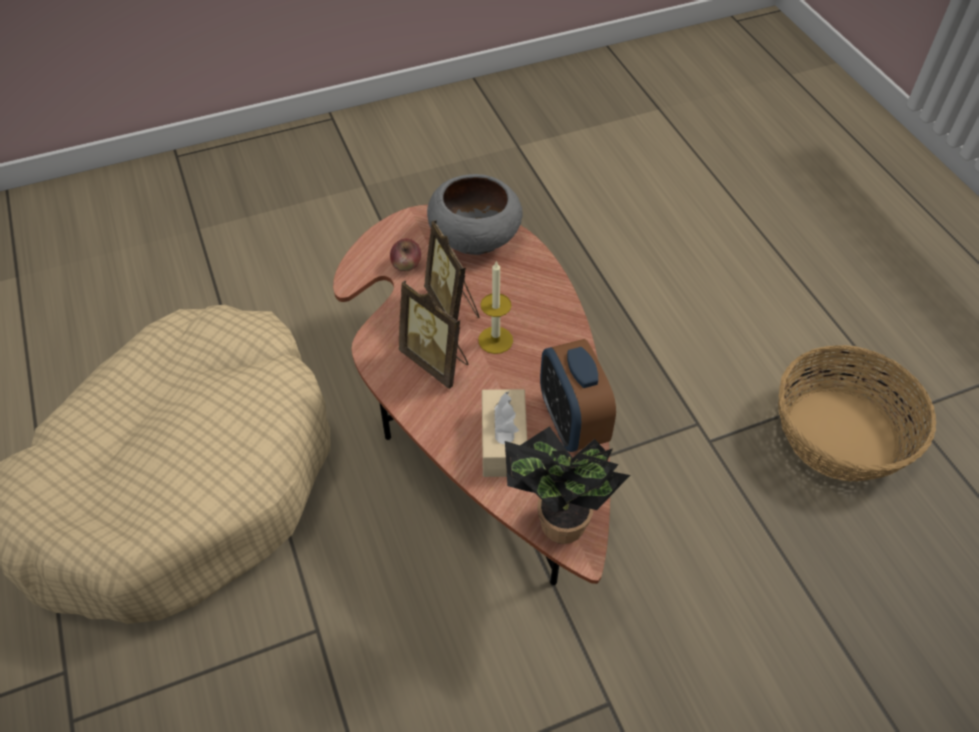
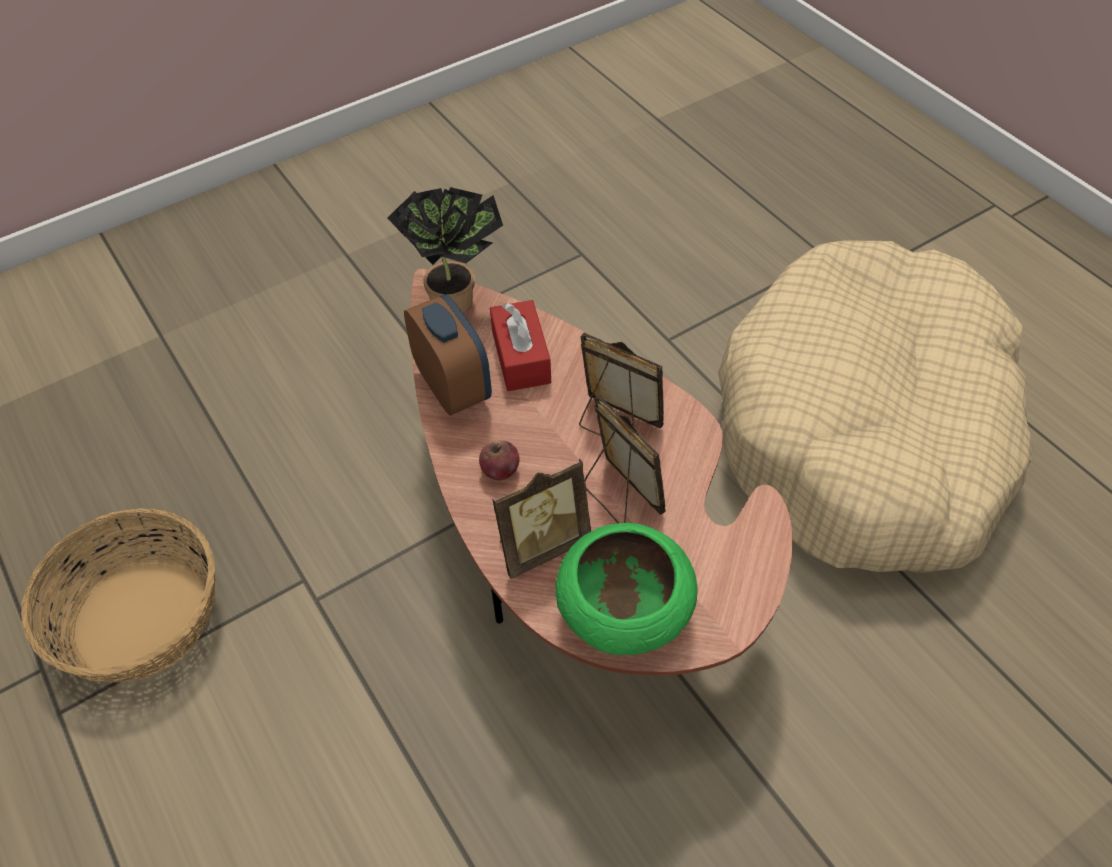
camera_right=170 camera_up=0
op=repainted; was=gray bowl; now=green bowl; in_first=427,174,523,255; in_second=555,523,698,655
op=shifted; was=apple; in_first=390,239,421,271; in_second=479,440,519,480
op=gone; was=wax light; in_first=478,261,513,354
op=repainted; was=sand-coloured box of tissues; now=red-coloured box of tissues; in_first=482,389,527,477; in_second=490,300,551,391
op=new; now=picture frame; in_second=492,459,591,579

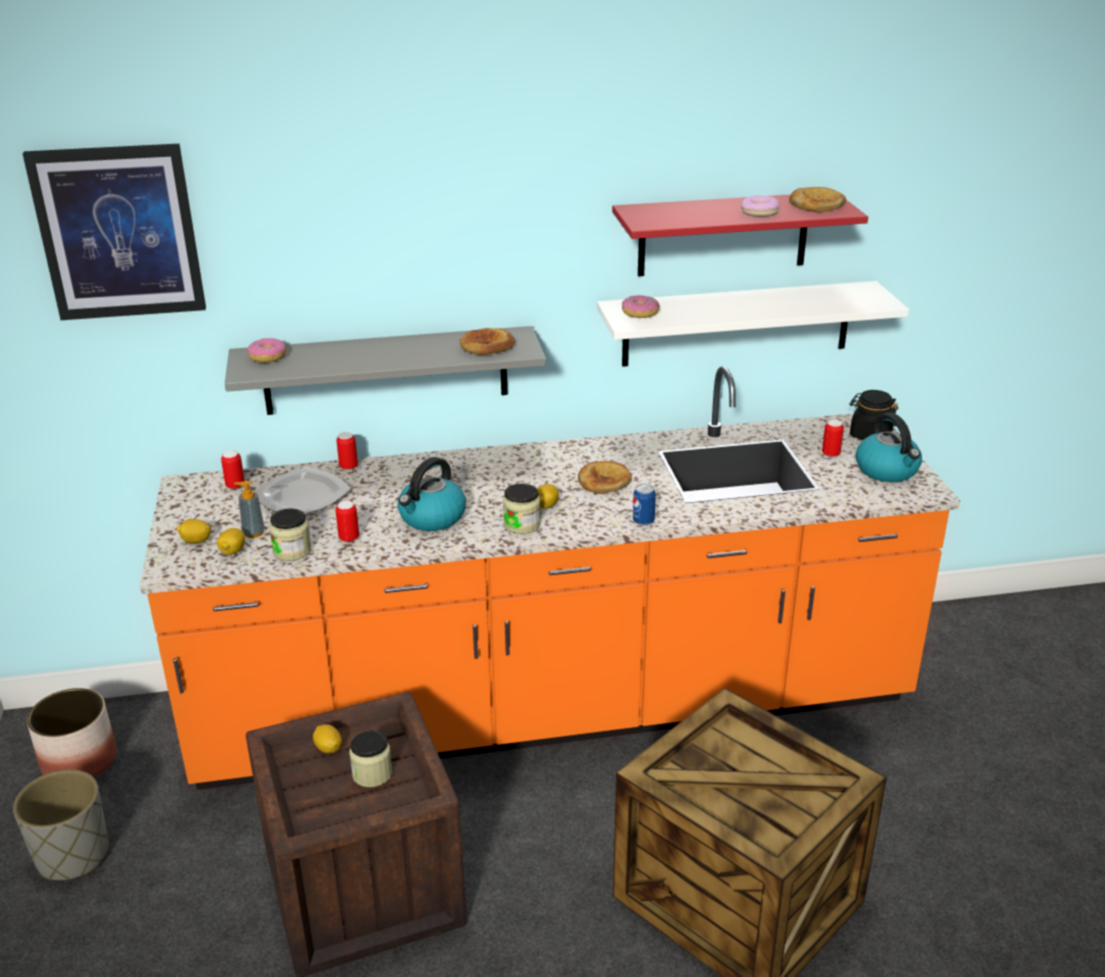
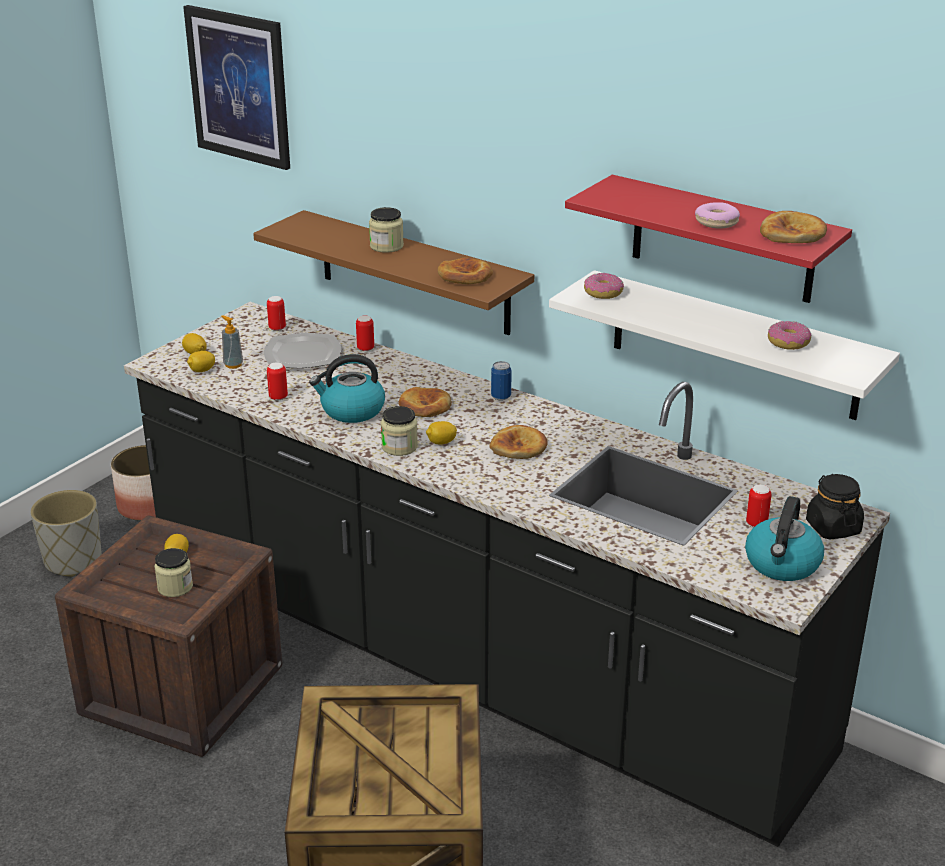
camera_right=45 camera_up=0
op=repainted; was=gray bracket shelf; now=brown-coloured bracket shelf; in_first=225,326,546,415; in_second=253,210,534,335
op=shifted; was=doughnut; in_first=247,338,286,363; in_second=768,321,812,350
op=repainted; was=orangey counter; now=black counter; in_first=140,366,961,790; in_second=124,302,890,847
op=shifted; was=can; in_first=633,484,656,526; in_second=491,361,512,401
op=shifted; was=preserve jar; in_first=269,508,311,561; in_second=369,207,404,253
op=new; now=baked bread; in_second=398,387,452,417

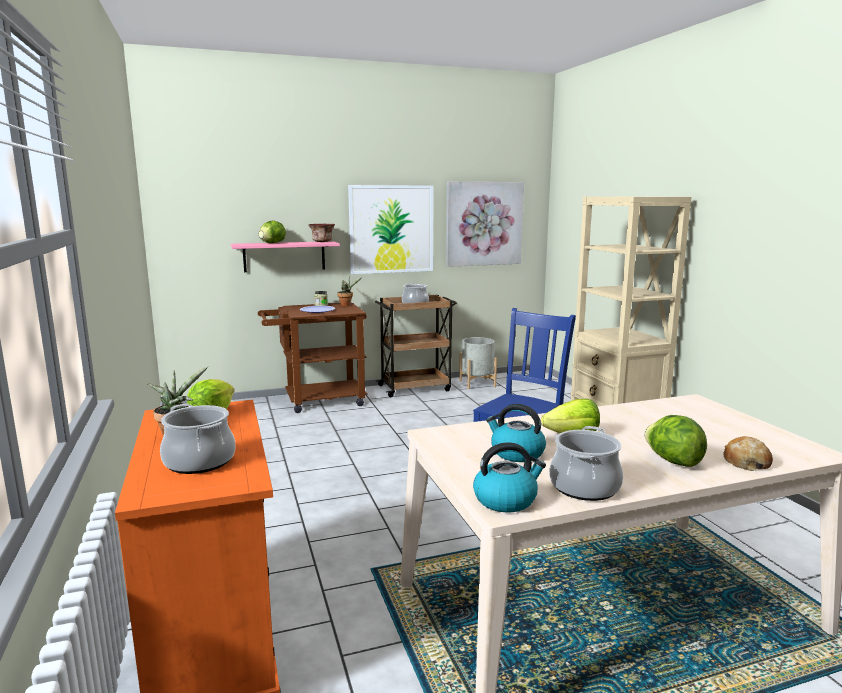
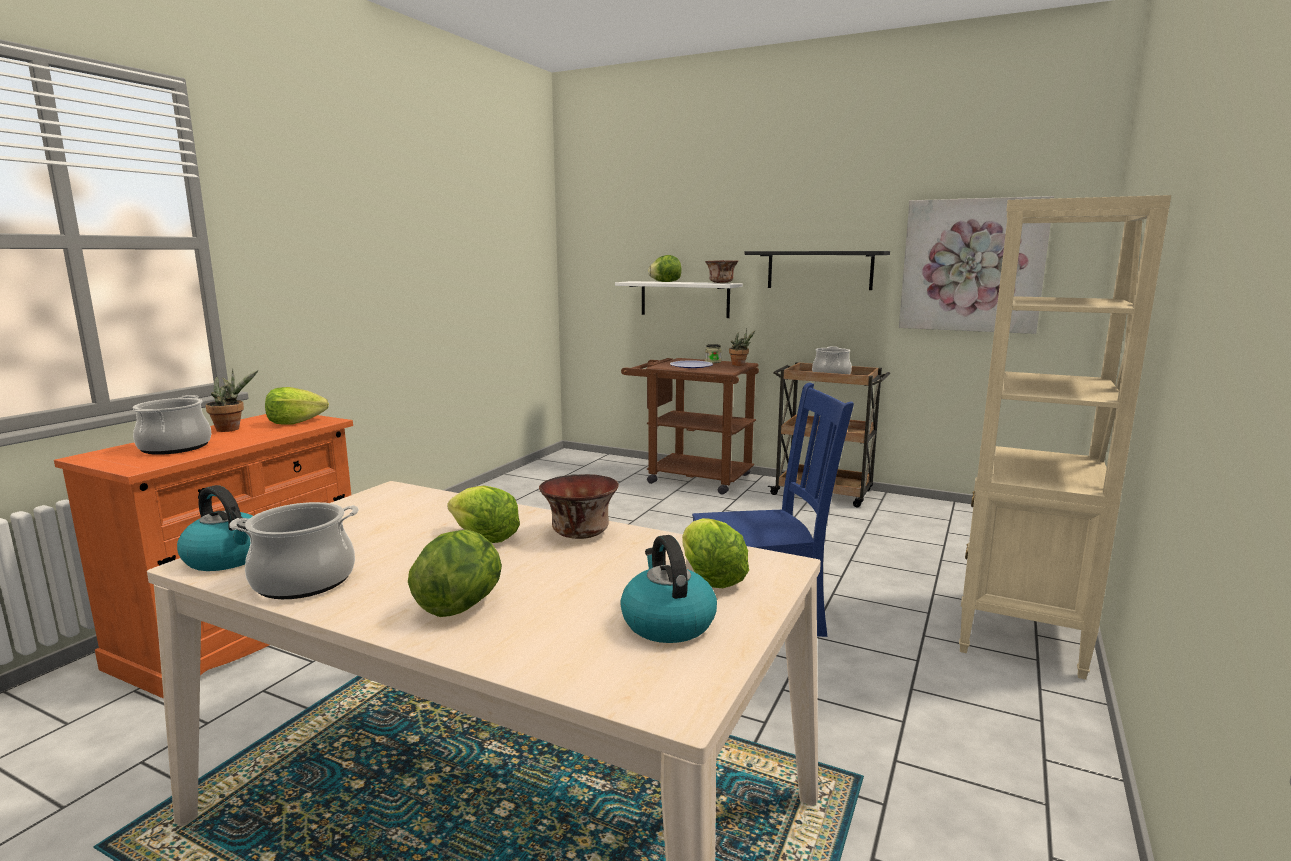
camera_right=45 camera_up=0
op=swapped; was=wall picture; now=black bracket shelf; in_first=348,185,433,274; in_second=744,251,890,290
op=repainted; was=pink-coloured bracket shelf; now=white bracket shelf; in_first=231,241,340,272; in_second=615,281,743,318
op=gone; was=gray flower pot; in_first=459,337,497,389
op=shifted; was=tea kettle; in_first=486,404,546,462; in_second=620,535,717,643
op=gone; was=baked bread; in_first=723,436,773,471
op=new; now=bowl; in_second=539,474,619,539
op=new; now=lettuce head; in_second=682,518,749,588

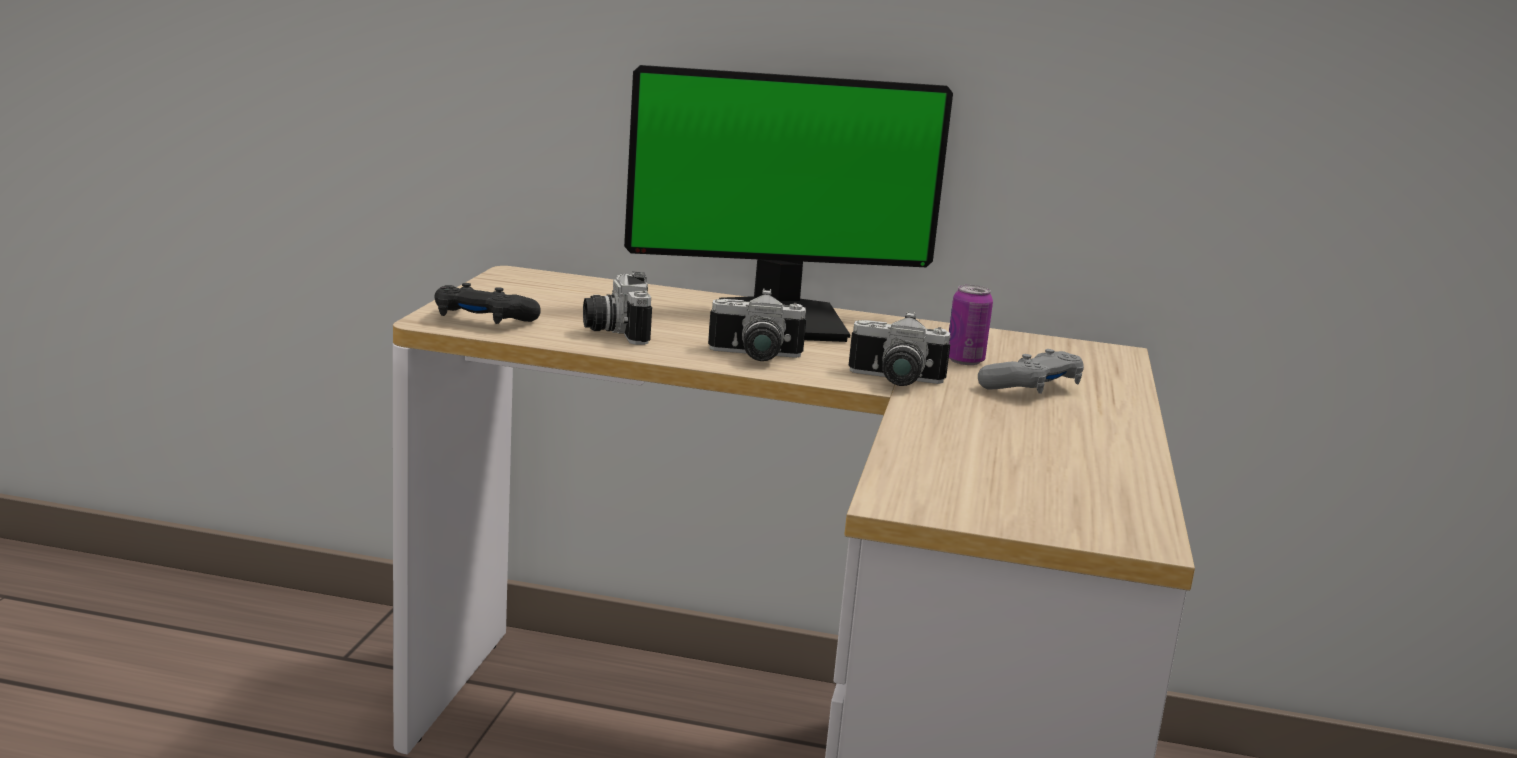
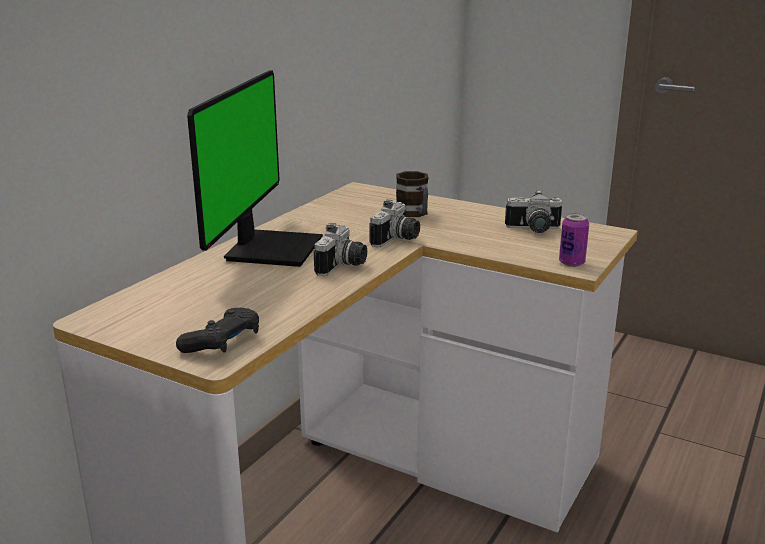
camera_right=-70 camera_up=5
op=shifted; was=still camera; in_first=583,271,652,345; in_second=505,190,562,233
op=shifted; was=can; in_first=949,285,993,365; in_second=559,213,589,267
op=swapped; was=gray gamepad; now=mug; in_first=978,349,1084,394; in_second=396,171,428,217

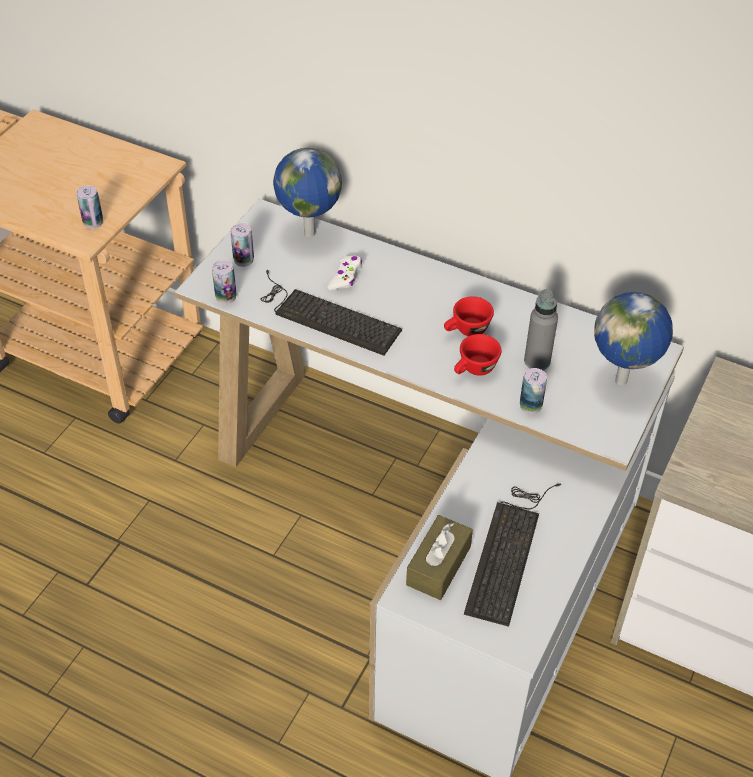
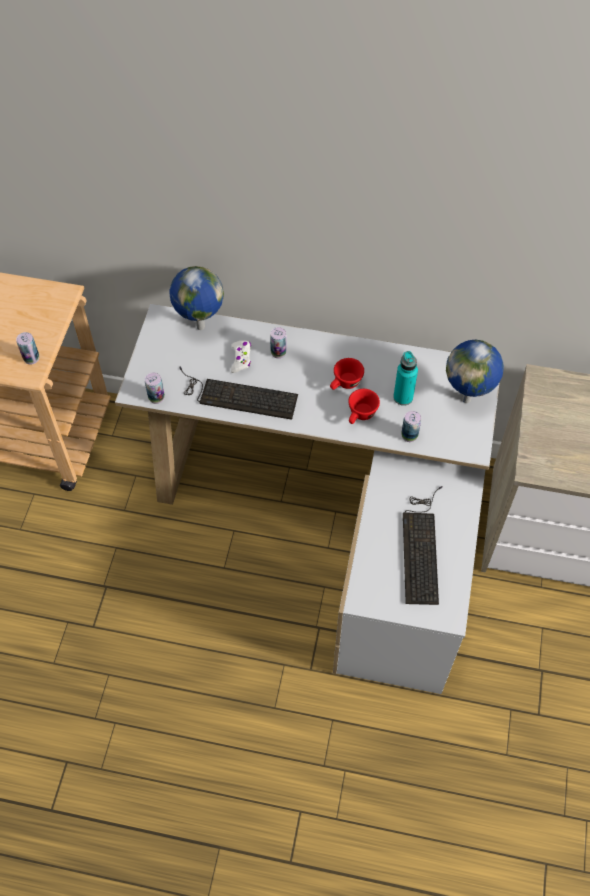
camera_right=-15 camera_up=10
op=shifted; was=can; in_first=231,223,254,267; in_second=270,327,287,359
op=repainted; was=gray beverage bottle; now=blue-green beverage bottle; in_first=524,289,558,370; in_second=393,351,418,406
op=gone; was=brown-coloured box of tissues; in_first=406,515,473,600

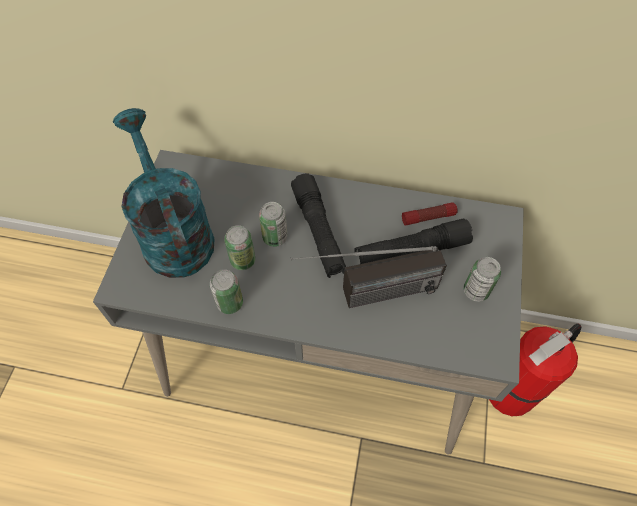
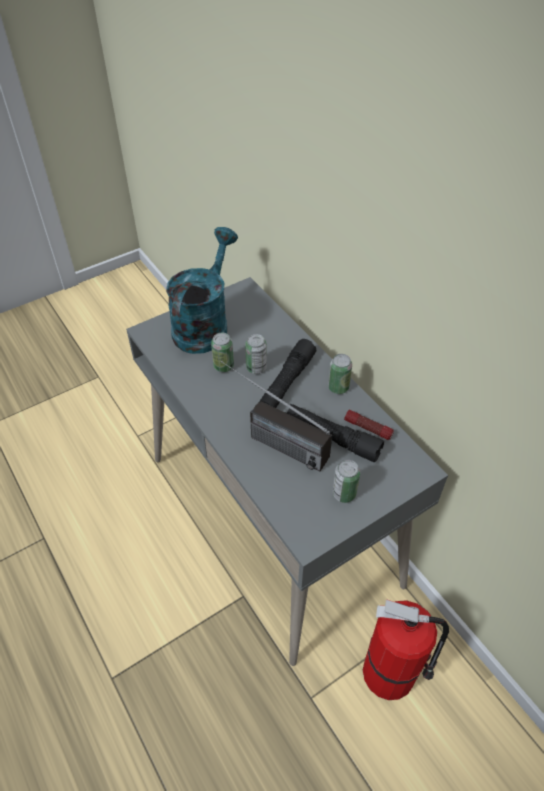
camera_right=45 camera_up=-10
op=shifted; was=can; in_first=210,269,243,314; in_second=328,354,352,394

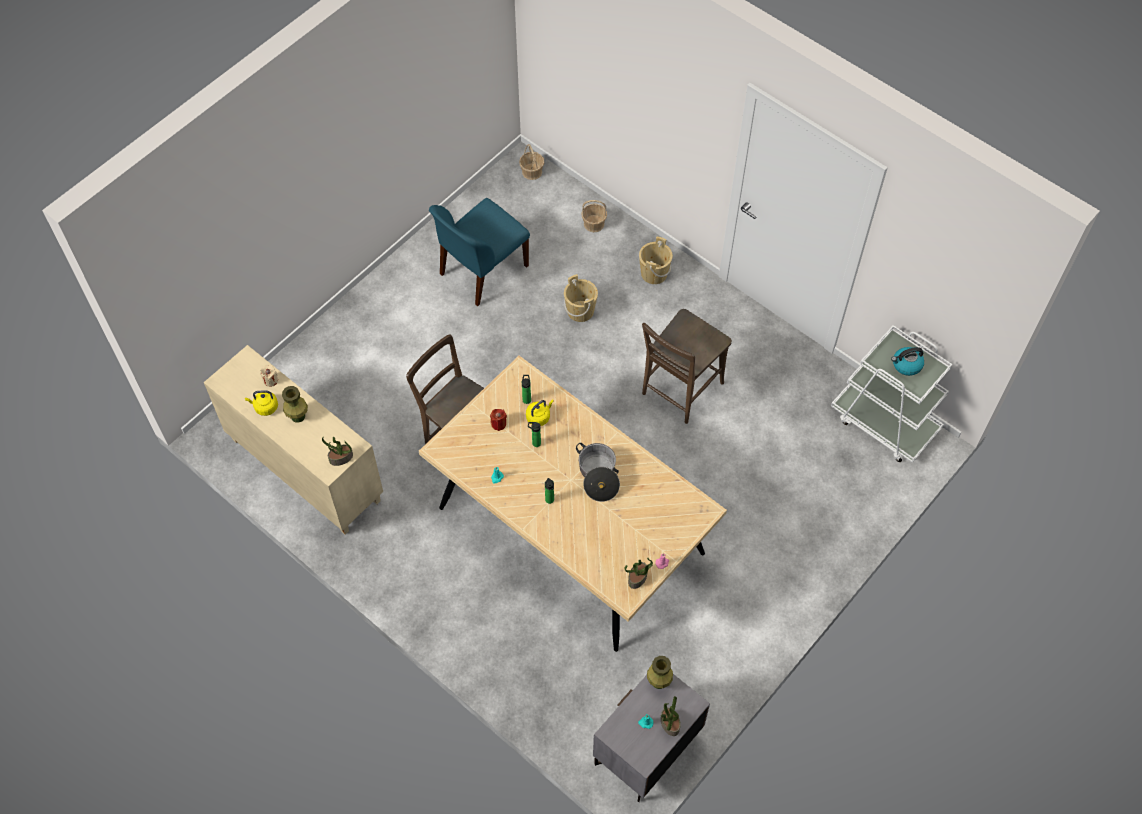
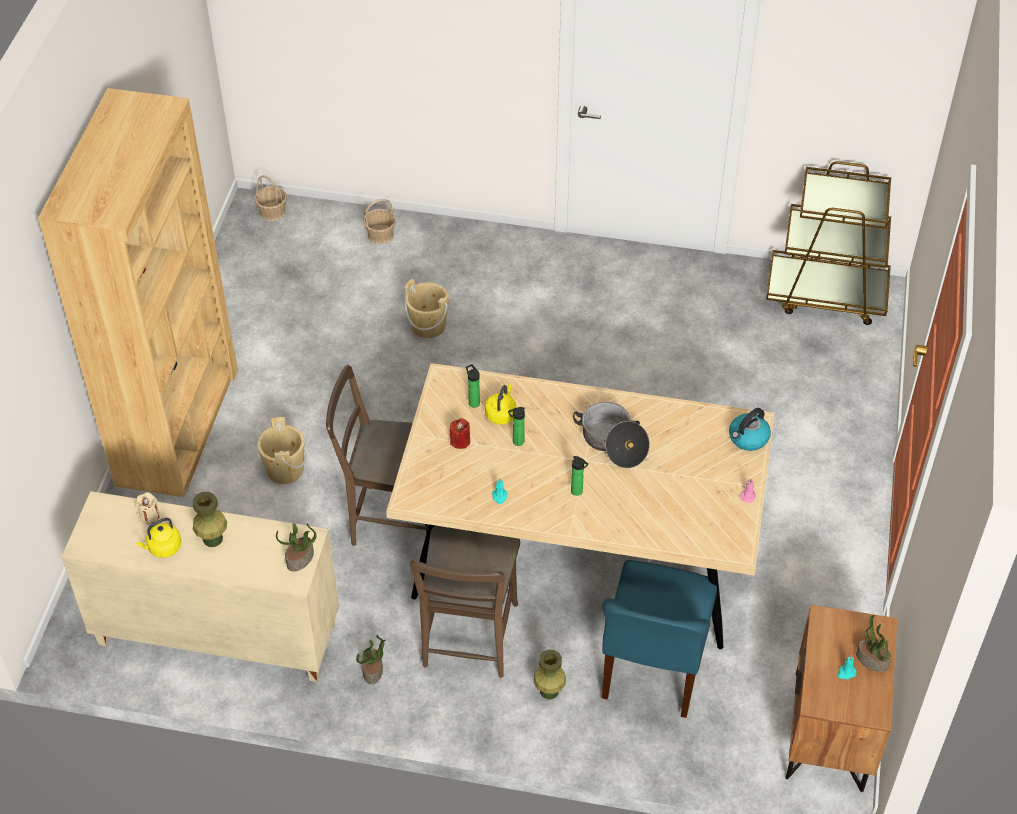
camera_right=-30 camera_up=-10
op=shifted; was=blue-coloured upright chair; in_first=429,198,530,306; in_second=602,560,717,718
op=shifted; was=sand-coloured bucket; in_first=639,236,673,284; in_second=257,417,307,484
op=shifted; was=brown-coloured upright chair; in_first=642,309,732,424; in_second=410,526,520,678
op=repainted; was=white trolley; now=brown-coloured trolley; in_first=831,325,952,463; in_second=766,161,891,325
op=shifted; was=tea kettle; in_first=891,347,924,376; in_second=729,408,771,451
op=shifted; was=houseplant; in_first=624,558,653,589; in_second=356,635,386,684
op=shifted; was=green flower vase; in_first=647,656,673,689; in_second=534,649,566,699
op=repainted; was=gray nightstand; now=brown-coloured nightstand; in_first=593,674,710,802; in_second=785,605,897,792
op=new; now=brown-coloured bookshelf; in_second=38,88,238,497

